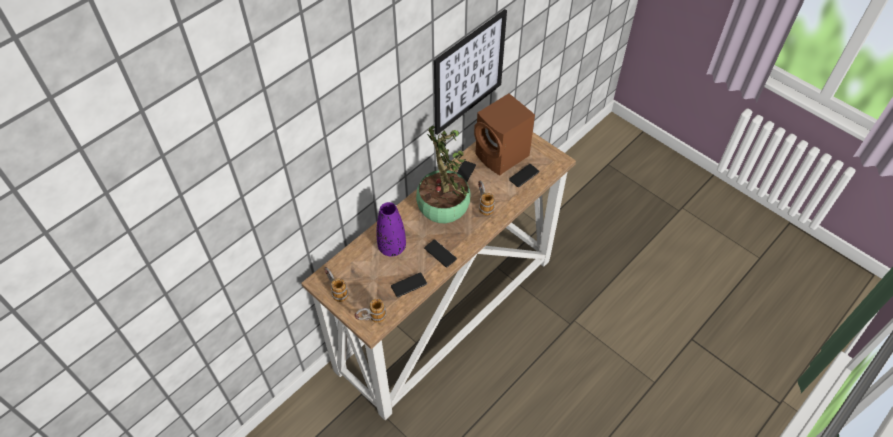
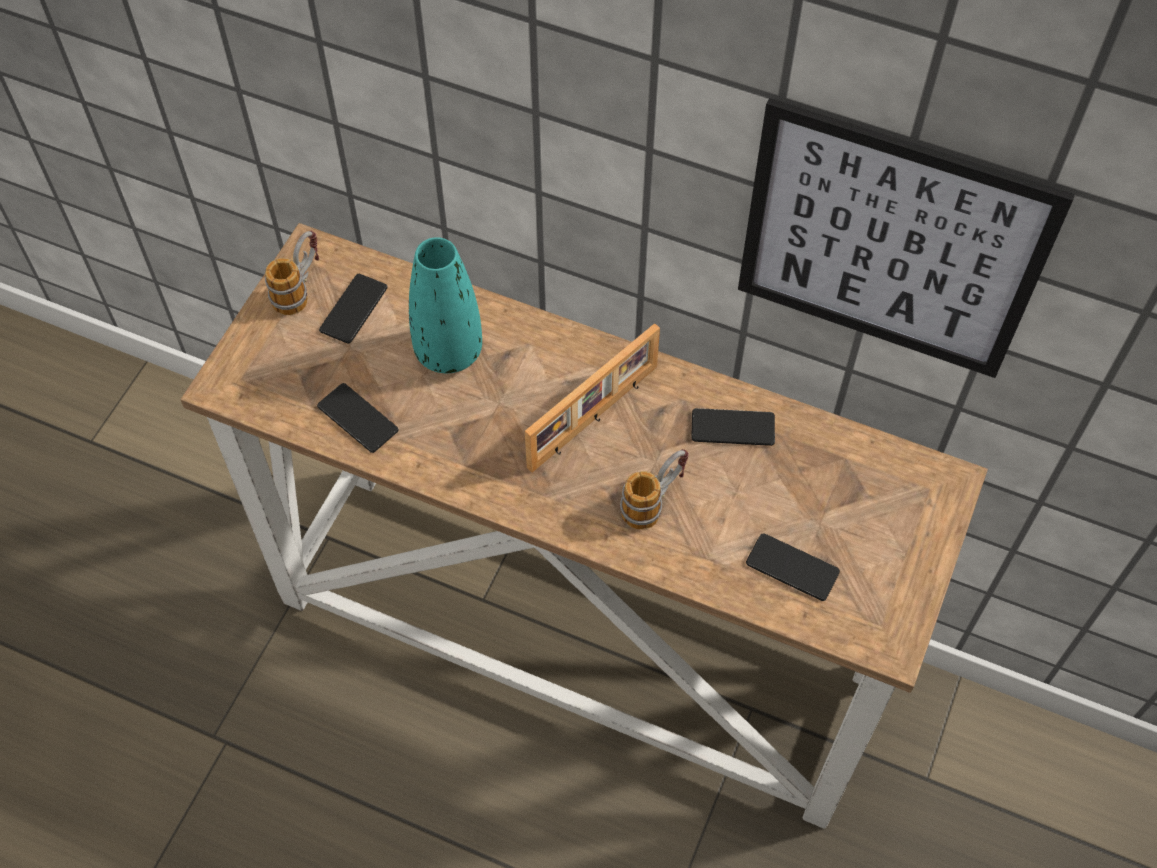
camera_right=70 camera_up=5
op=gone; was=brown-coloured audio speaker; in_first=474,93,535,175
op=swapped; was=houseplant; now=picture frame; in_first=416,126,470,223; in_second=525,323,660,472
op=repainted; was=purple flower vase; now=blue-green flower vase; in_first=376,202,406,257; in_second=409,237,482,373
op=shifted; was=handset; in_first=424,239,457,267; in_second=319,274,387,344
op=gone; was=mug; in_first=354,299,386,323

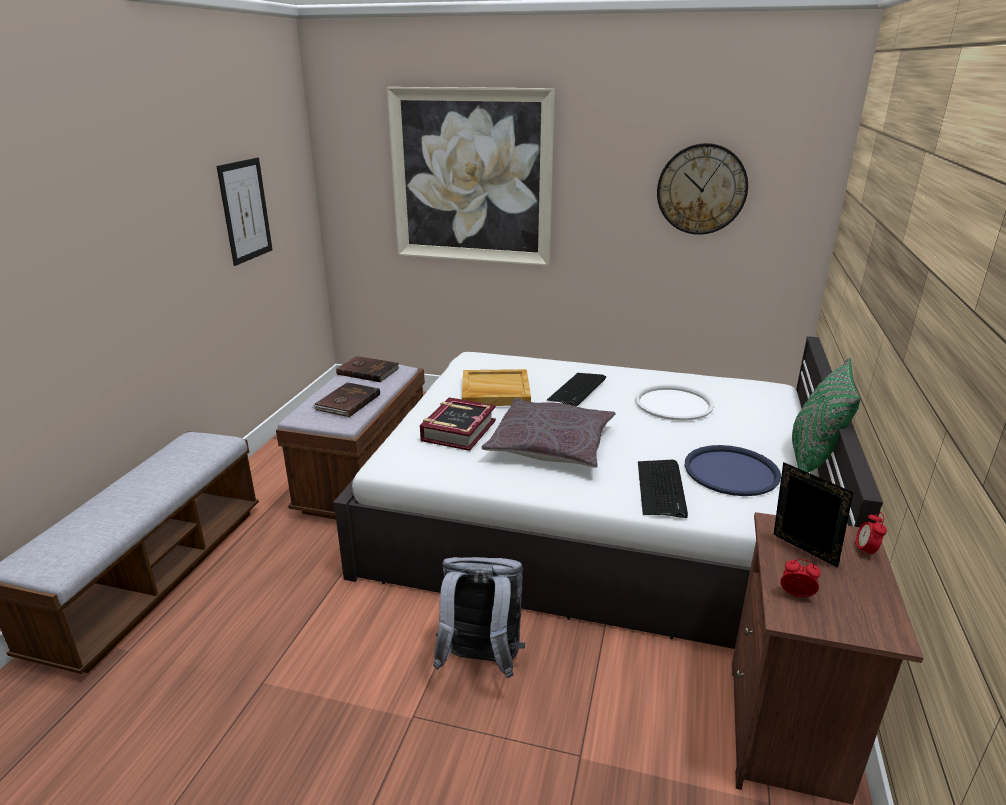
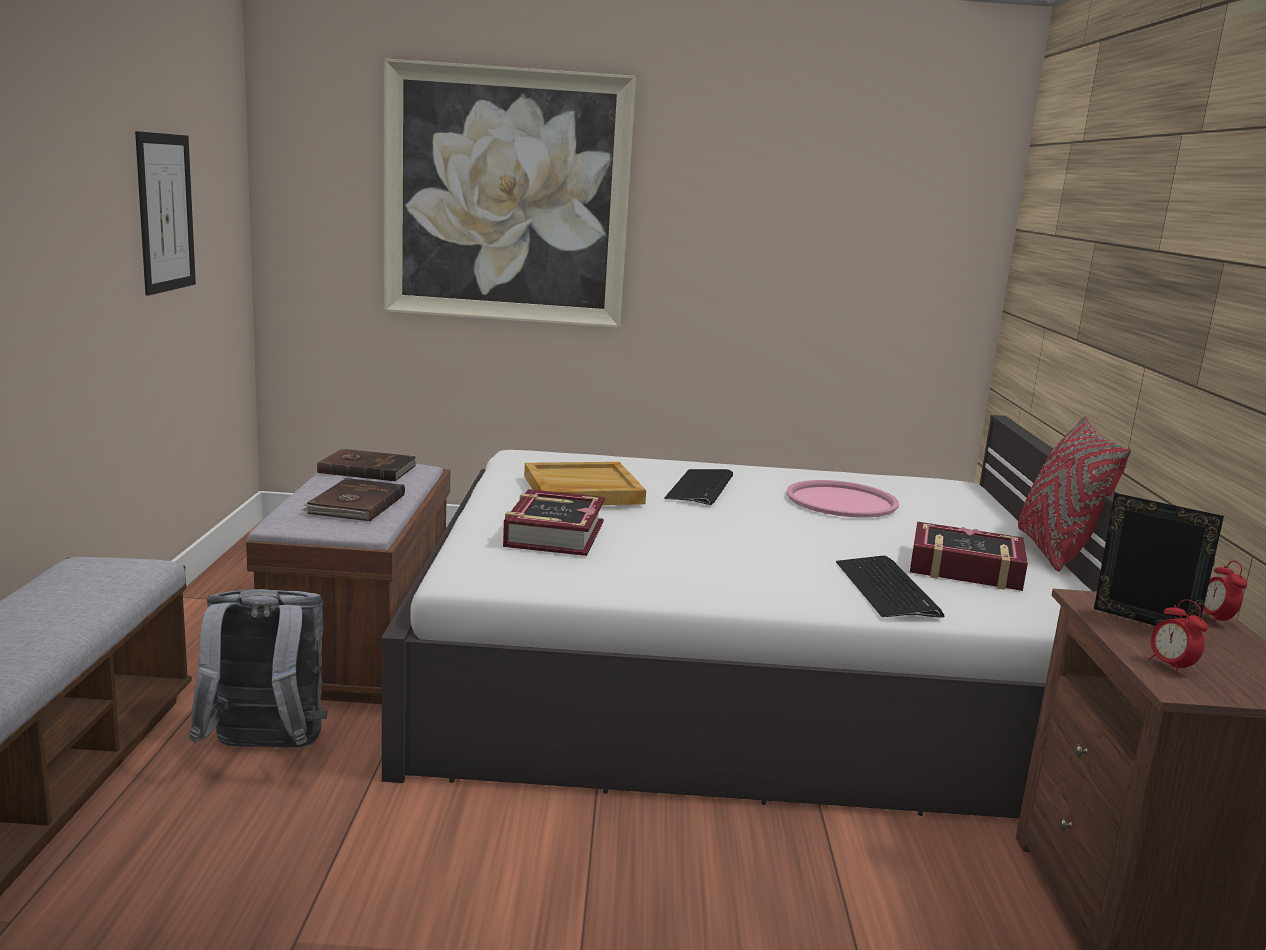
camera_right=-15 camera_up=-10
op=gone; was=clock on the wall; in_first=657,143,748,235
op=repainted; was=green cushion; now=red-coloured cushion; in_first=792,358,860,473; in_second=1018,416,1131,572
op=repainted; was=white serving tray; now=pink-coloured serving tray; in_first=635,384,714,421; in_second=786,480,899,518
op=gone; was=gray cushion; in_first=481,398,615,468
op=swapped; was=blue-coloured serving tray; now=volume; in_first=685,445,781,496; in_second=910,522,1028,591
op=shifted; was=gray backpack; in_first=433,557,525,678; in_second=189,589,327,748
op=rotated; was=bedside clock; in_first=780,559,821,598; in_second=1149,599,1208,675; clockwise=-120

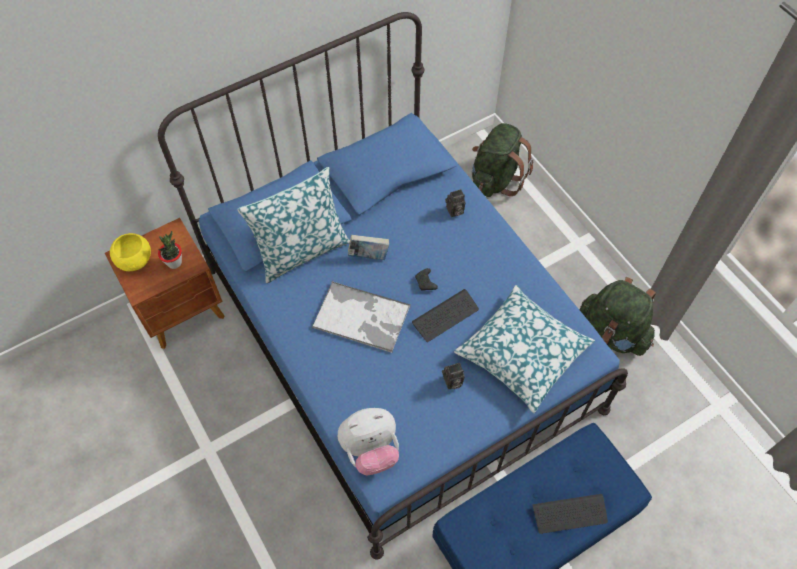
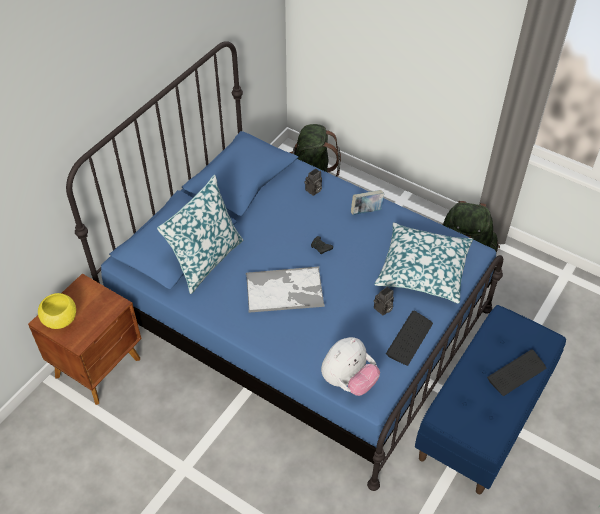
camera_right=-25 camera_up=-10
op=gone; was=houseplant; in_first=158,231,182,269
op=shifted; was=volume; in_first=348,235,389,260; in_second=351,190,384,215
op=shifted; was=PC keyboard; in_first=412,289,479,342; in_second=386,311,433,366

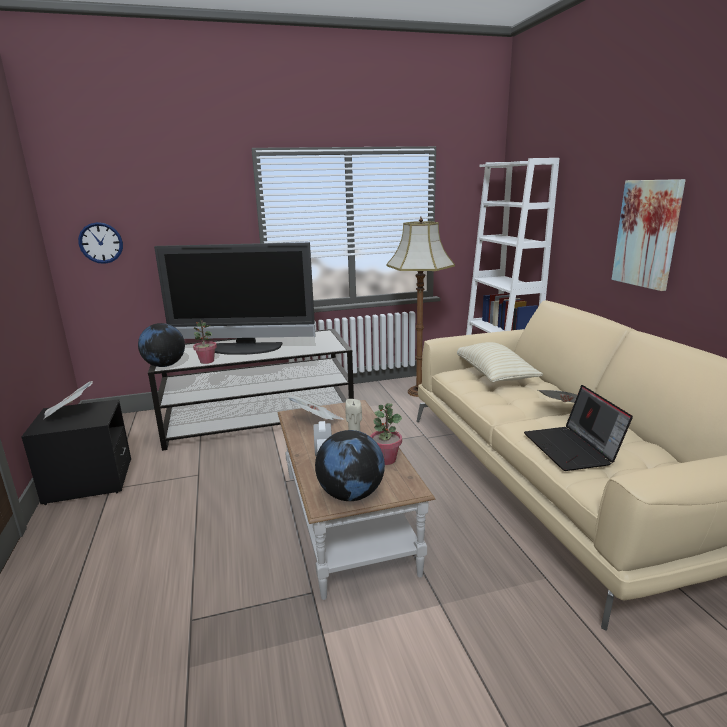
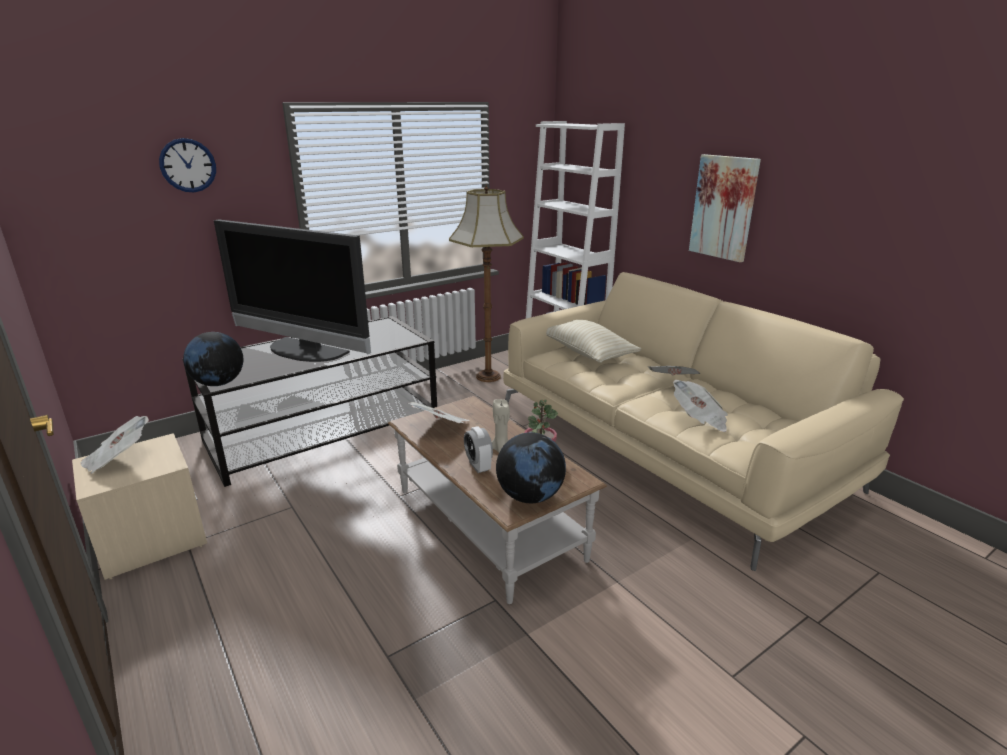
camera_right=-20 camera_up=5
op=shifted; was=clock on the wall; in_first=78,222,123,264; in_second=159,138,216,192
op=rotated; was=television; in_first=154,242,315,355; in_second=214,219,371,362; clockwise=45
op=gone; was=houseplant; in_first=193,320,217,364
op=swapped; was=notebook computer; now=printed paper; in_first=524,385,633,471; in_second=673,380,728,432
op=repainted; was=black nightstand; now=sand-coloured nightstand; in_first=21,399,131,505; in_second=72,433,207,580

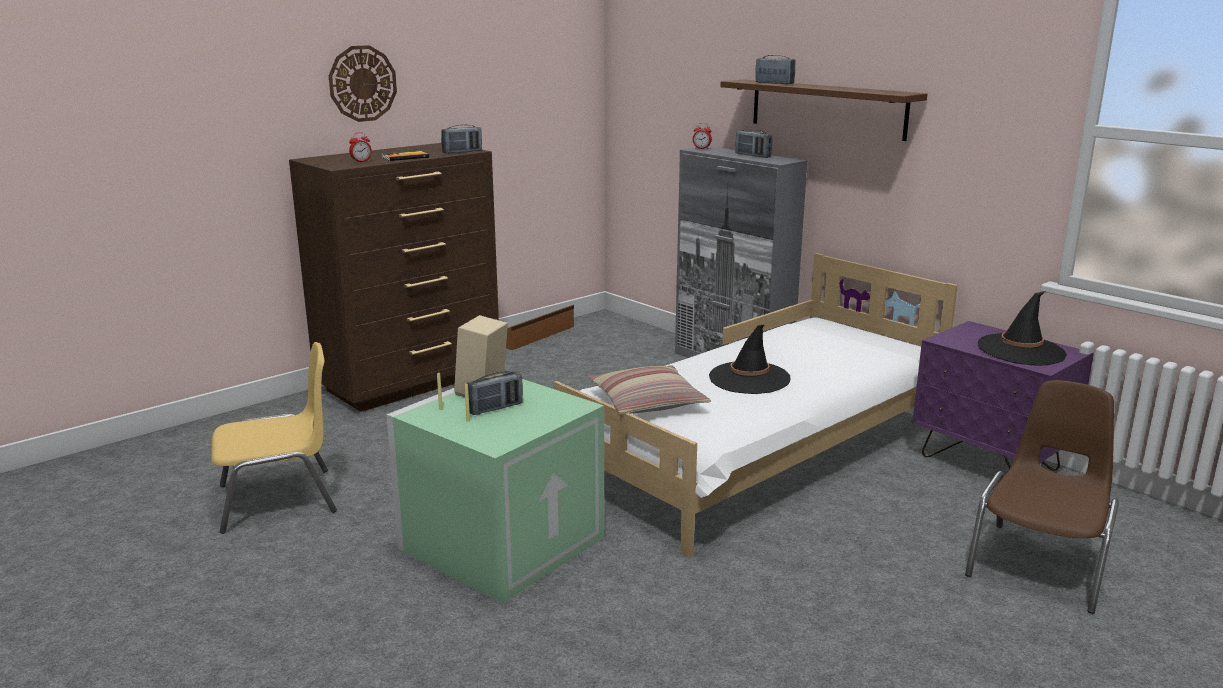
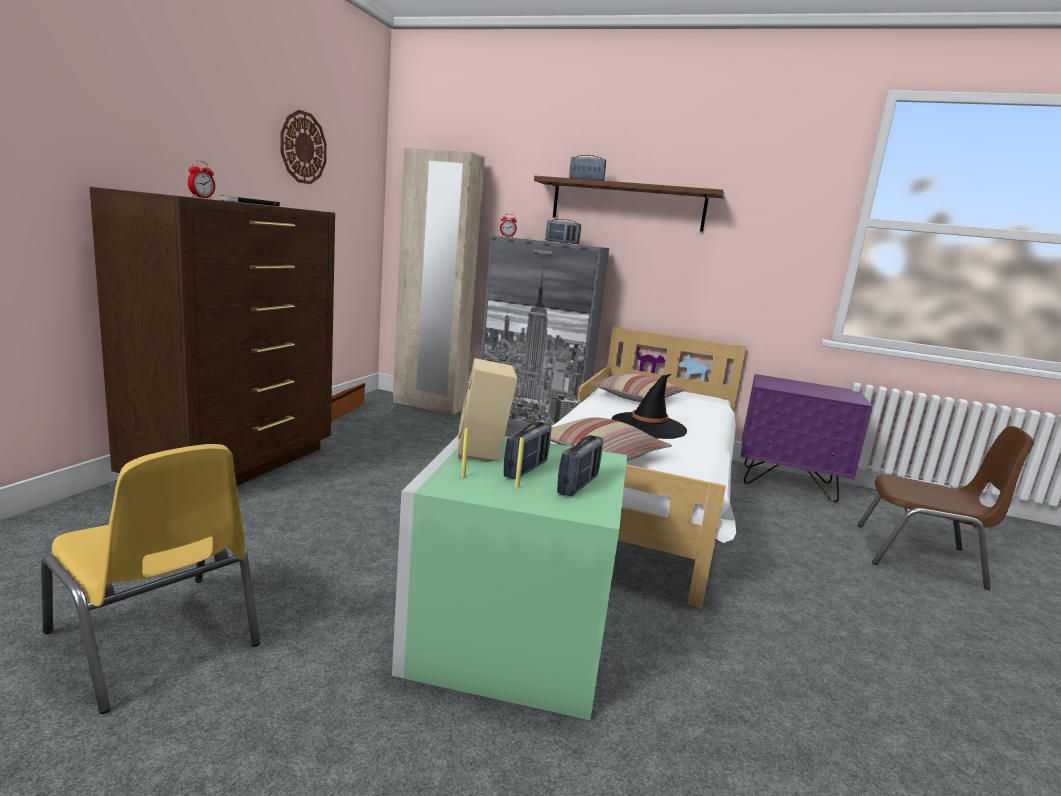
camera_right=-30 camera_up=-5
op=shifted; was=clock on the wall; in_first=329,45,397,122; in_second=280,110,327,184
op=shifted; was=radio receiver; in_first=441,124,482,154; in_second=557,435,603,497
op=gone; was=black hat; in_first=978,291,1067,366
op=rotated; was=yellowish upright chair; in_first=211,342,337,534; in_second=41,444,261,714; clockwise=90
op=rotated; was=brown-coloured upright chair; in_first=965,380,1119,614; in_second=858,426,1034,590; clockwise=105
op=new; now=sand-coloured wardrobe; in_second=393,148,485,415
op=new; now=cushion; in_second=590,374,685,402

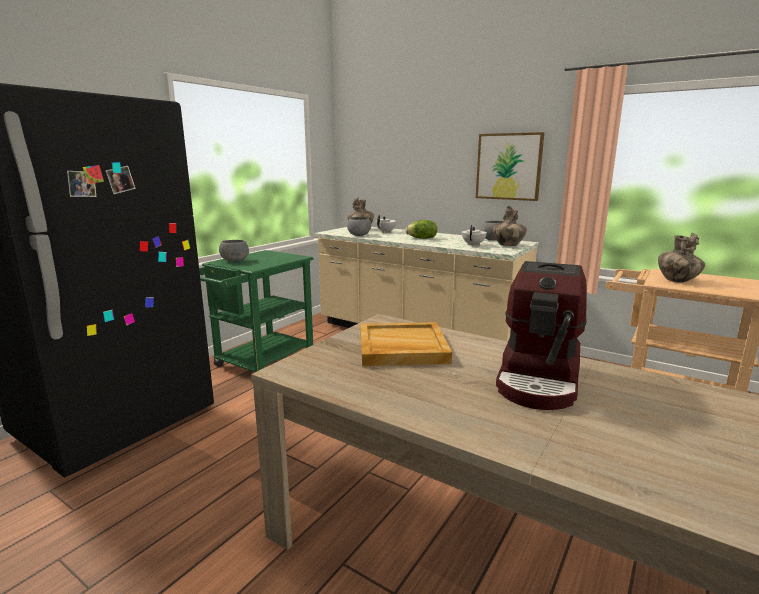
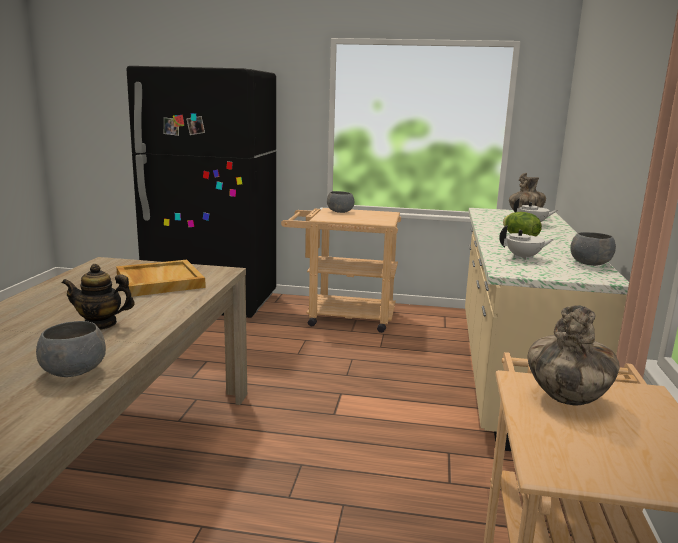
camera_right=65 camera_up=0
op=gone; was=wall picture; in_first=476,132,545,201
op=gone; was=flower vase; in_first=493,206,527,246
op=shifted; was=gray bowl; in_first=347,217,371,236; in_second=36,321,106,377
op=repainted; was=green trolley; now=sand-coloured trolley; in_first=199,250,314,372; in_second=281,208,401,333
op=swapped; was=coffee maker; now=pot for tea; in_first=496,261,587,410; in_second=62,264,135,330

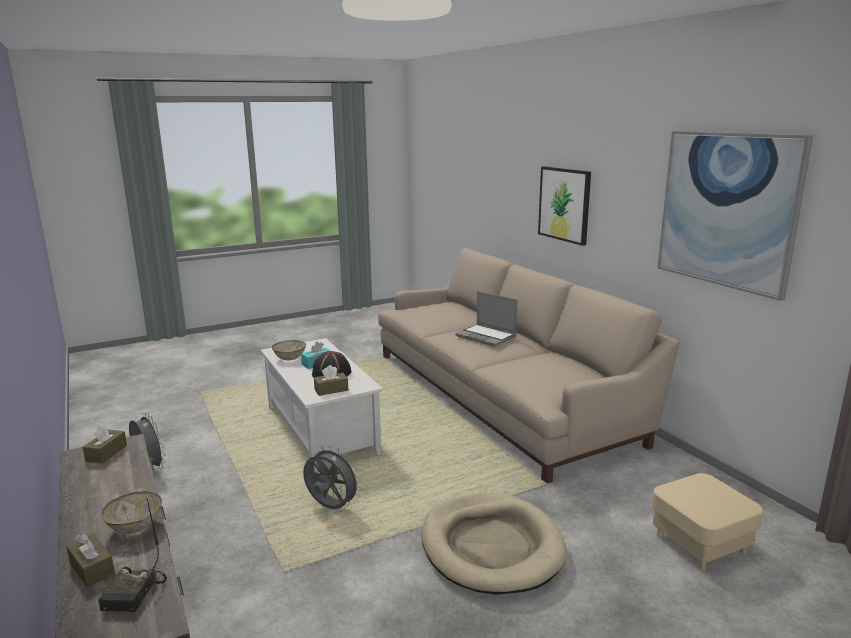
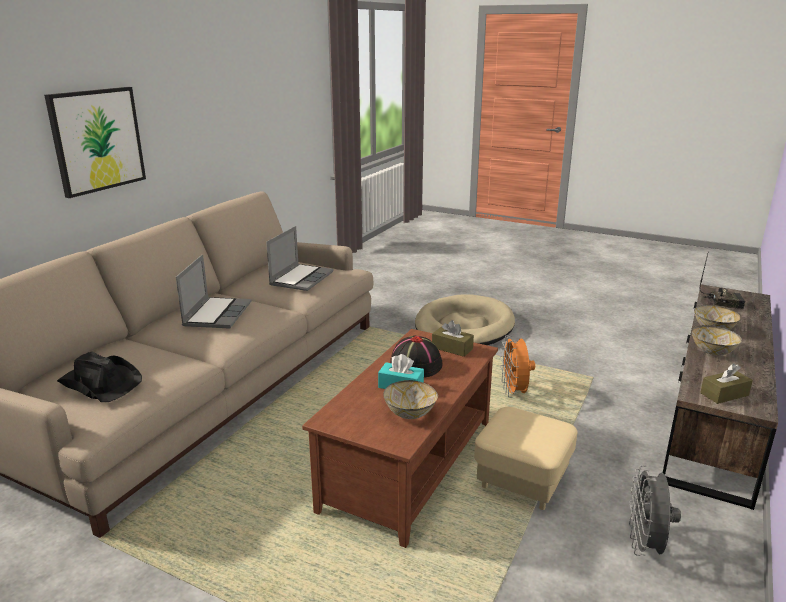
camera_right=-125 camera_up=5
op=gone; was=wall picture; in_first=658,131,813,301
op=repainted; was=white low table; now=brown-coloured low table; in_first=261,338,383,472; in_second=302,329,498,548
op=repainted; was=gray electric fan; now=orangey electric fan; in_first=303,446,362,509; in_second=500,335,535,398
op=shifted; was=sand-coloured ottoman; in_first=652,473,763,571; in_second=474,407,578,510
op=rotated; was=radio receiver; in_first=98,498,167,612; in_second=700,254,745,309; clockwise=45
op=gone; was=brown-coloured box of tissues; in_first=66,533,115,587
op=new; now=notebook computer; in_second=266,226,333,291
op=new; now=bowl; in_second=692,325,742,355
op=new; now=black hat; in_second=57,351,142,402

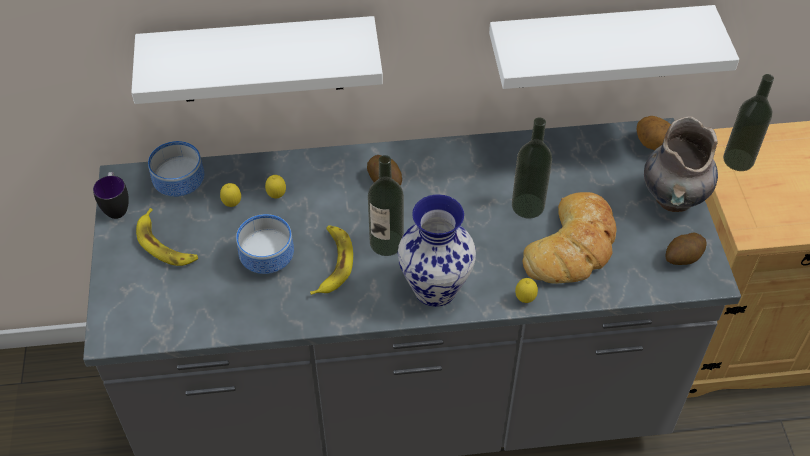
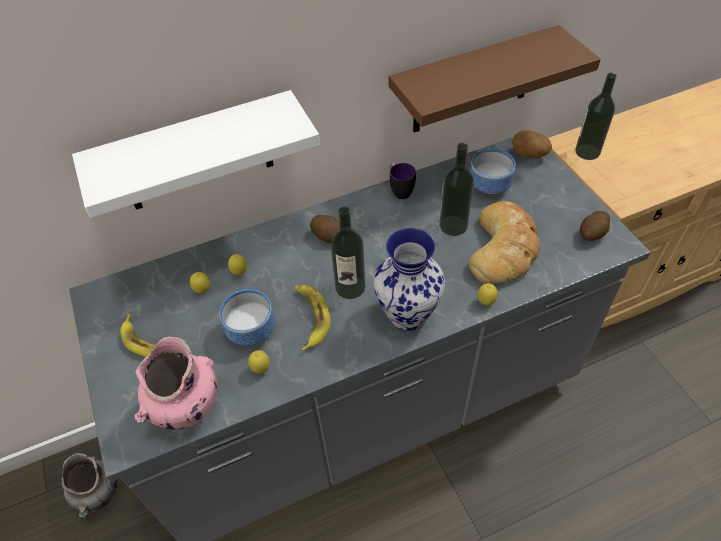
camera_right=-15 camera_up=0
op=repainted; was=white bracket shelf; now=brown-coloured bracket shelf; in_first=489,5,739,89; in_second=389,25,601,133
op=shifted; was=gray flower vase; in_first=644,116,718,212; in_second=61,453,118,517
op=shifted; was=bowl; in_first=148,141,204,197; in_second=470,148,516,194
op=shifted; was=mug; in_first=93,172,129,219; in_second=390,163,416,199
op=new; now=pink-coloured flower vase; in_second=134,337,217,429
op=new; now=citrus fruit; in_second=248,350,270,374

